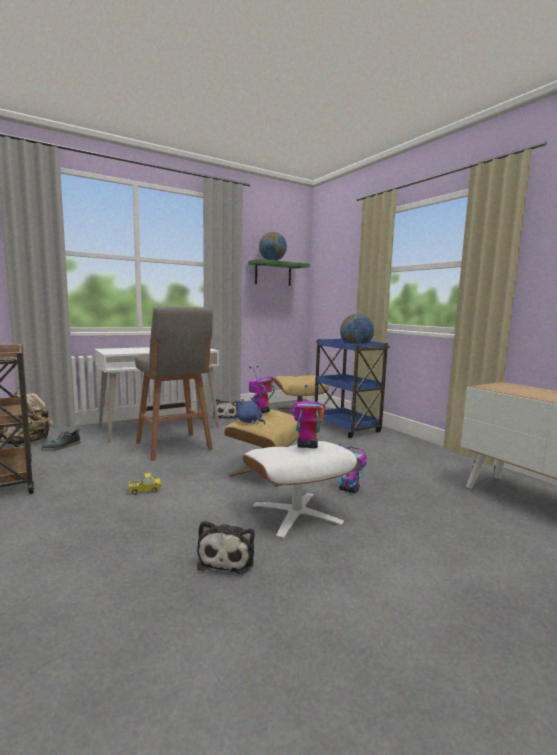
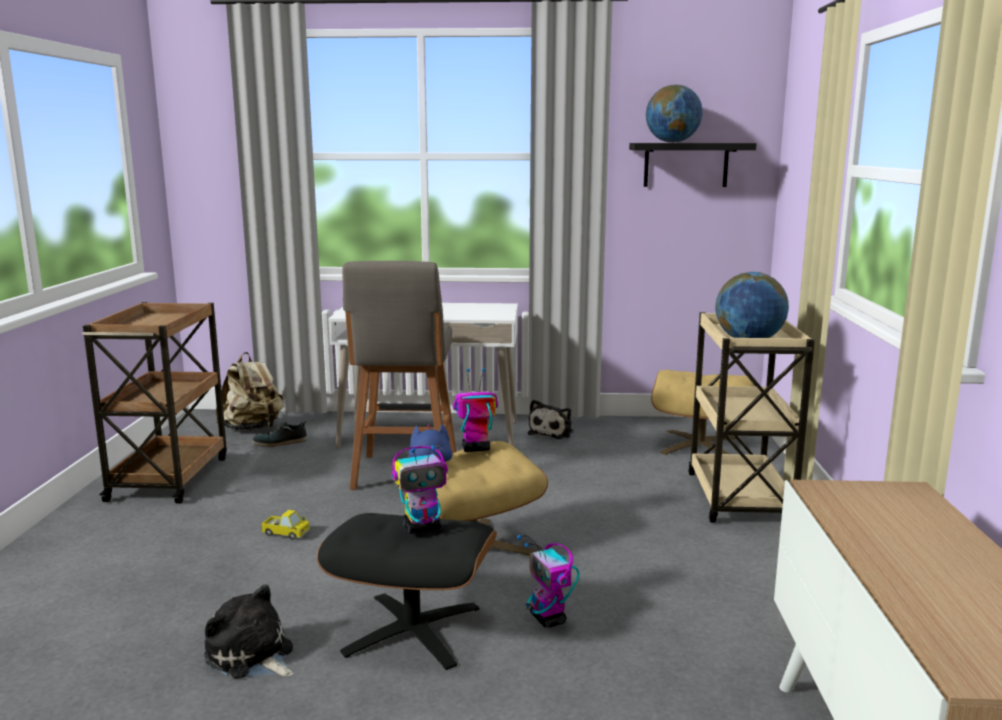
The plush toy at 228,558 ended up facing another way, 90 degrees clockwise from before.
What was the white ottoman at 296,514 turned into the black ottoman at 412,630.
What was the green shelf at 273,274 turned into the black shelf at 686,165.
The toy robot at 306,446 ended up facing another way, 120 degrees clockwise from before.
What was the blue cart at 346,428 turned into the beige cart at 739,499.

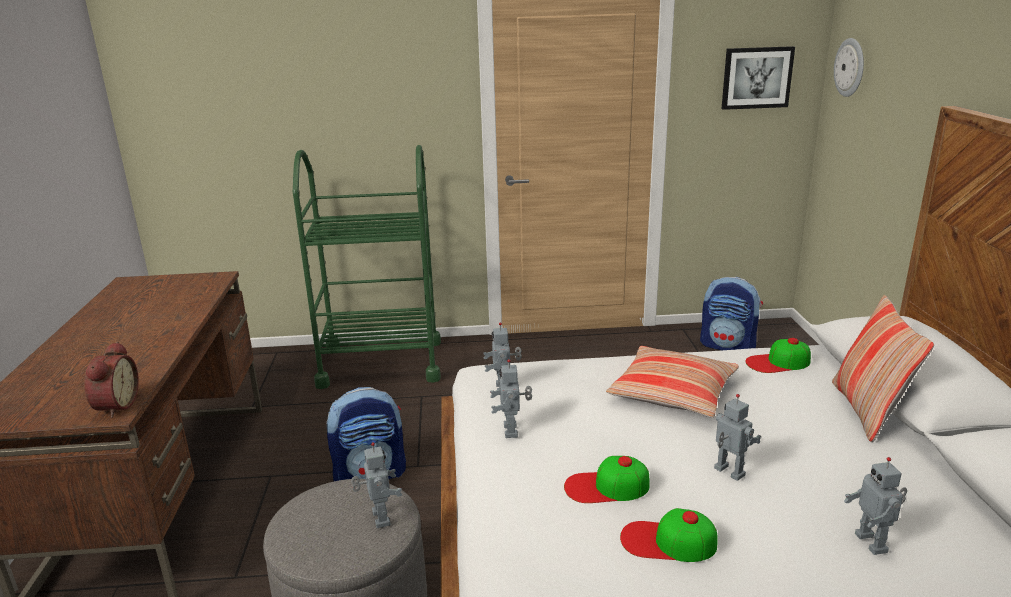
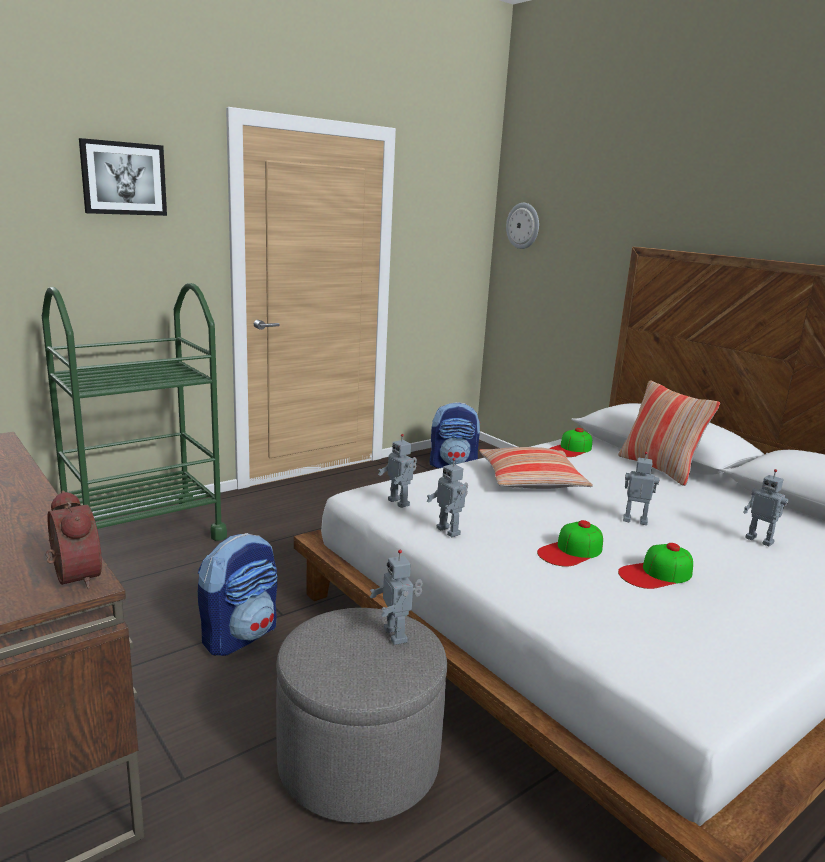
The toy robot at 379,518 ended up facing another way, 150 degrees counterclockwise from before.
The picture ended up elsewhere, having gone from 756,77 to 123,178.

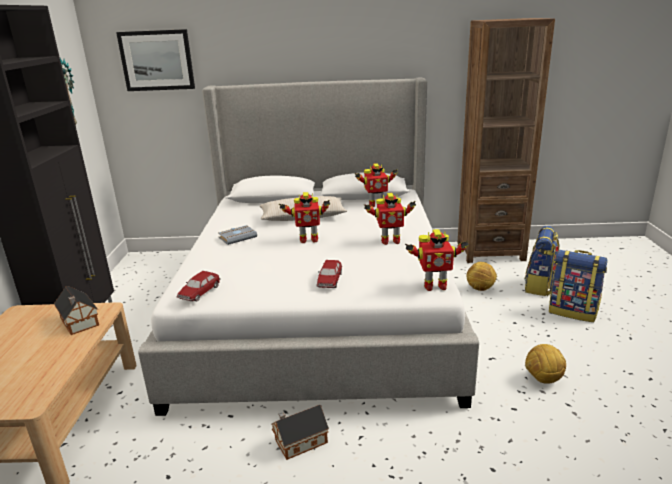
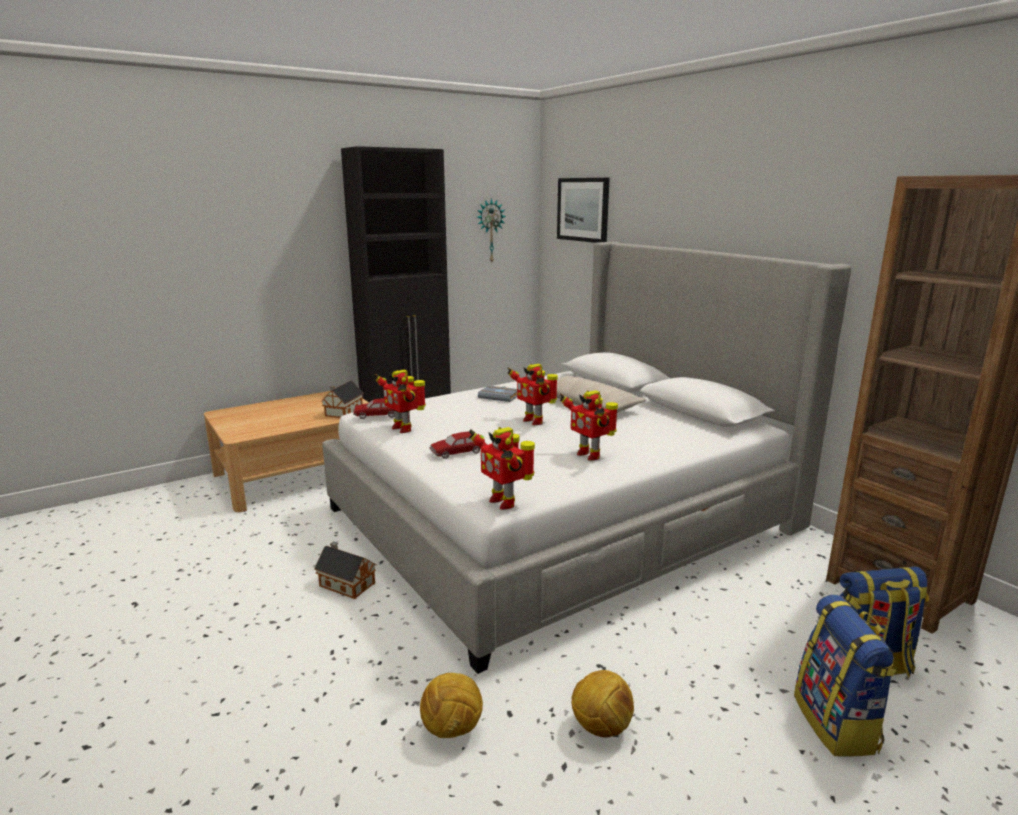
The toy robot ended up elsewhere, having gone from 376,205 to 403,428.
The football ended up elsewhere, having gone from 480,288 to 452,729.

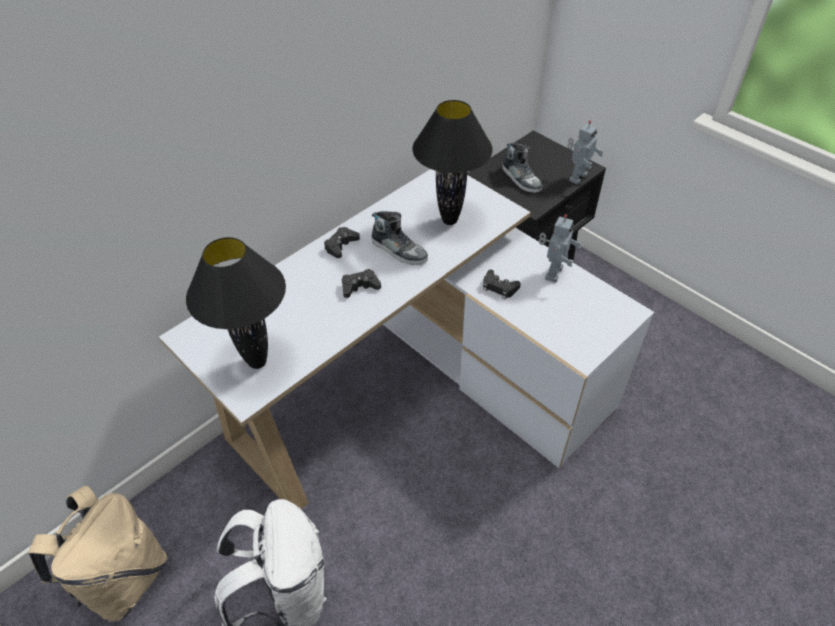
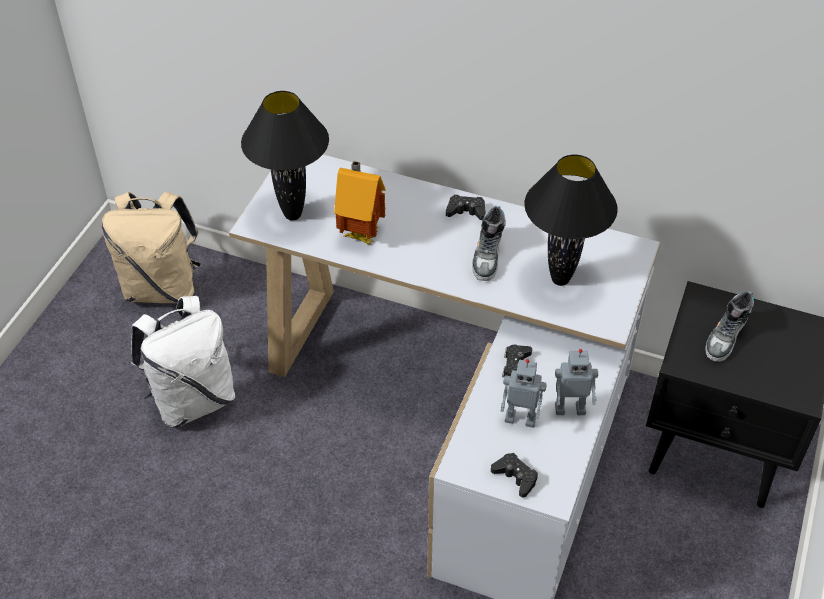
The black game controller ended up elsewhere, having gone from 360,287 to 515,477.
The toy robot ended up elsewhere, having gone from 577,177 to 520,418.
The second view gained the toy house at 361,234.

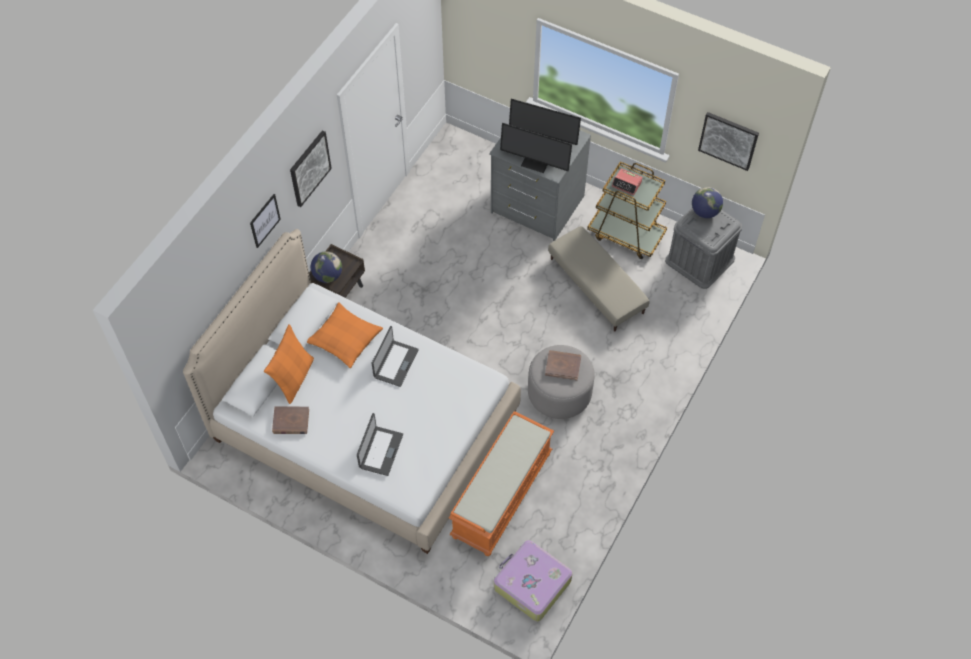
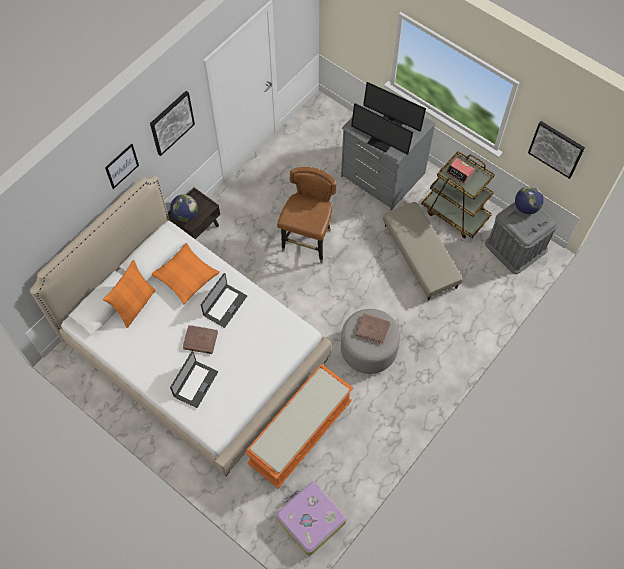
The brown book ended up elsewhere, having gone from 291,422 to 200,340.
The second view gained the brown chair at 308,242.

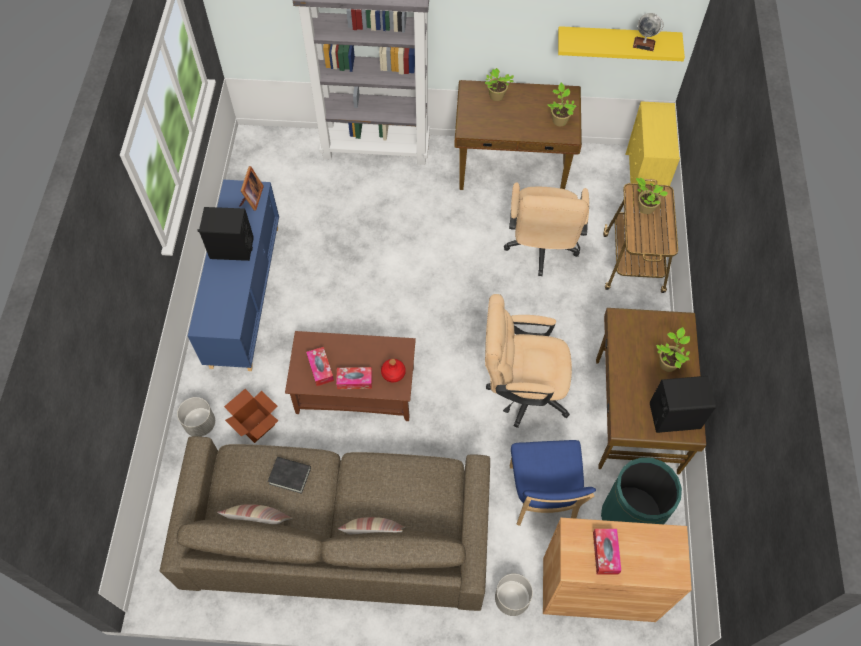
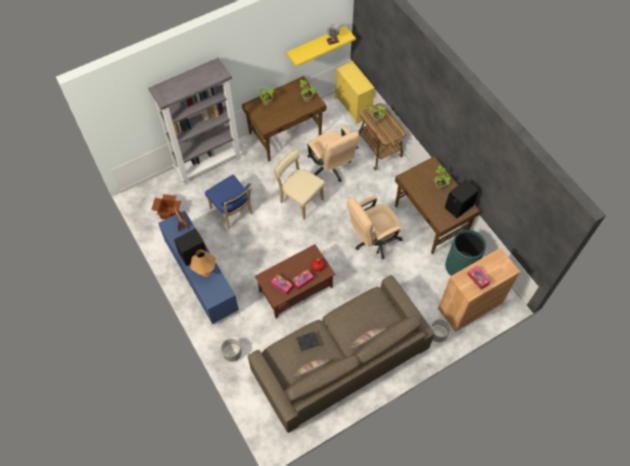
The cardboard box ended up elsewhere, having gone from 256,425 to 169,213.
The blue chair ended up elsewhere, having gone from 542,498 to 232,212.
The second view gained the orange table lamp at 206,272.
The second view gained the beige chair at 300,200.

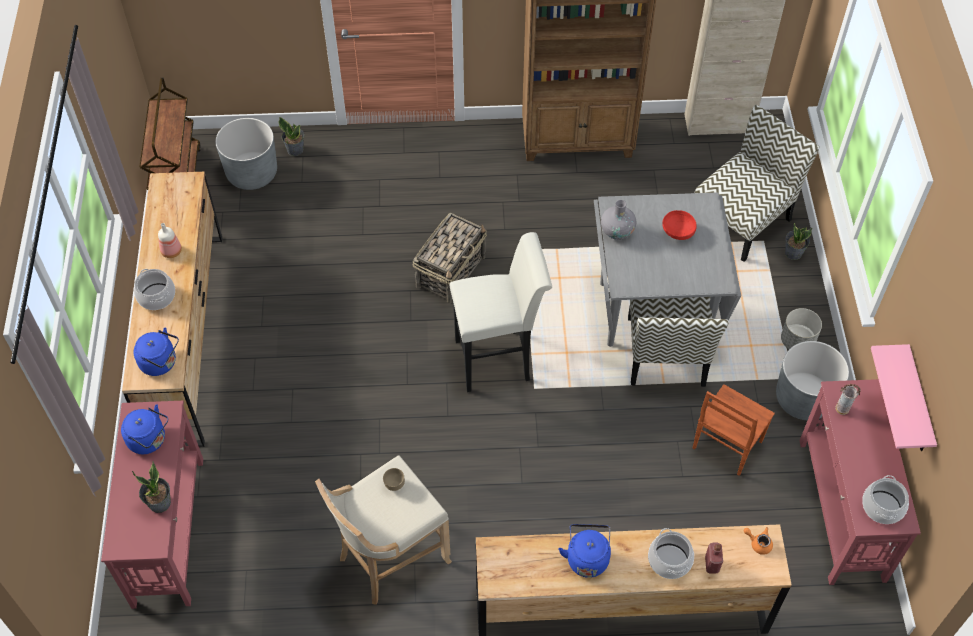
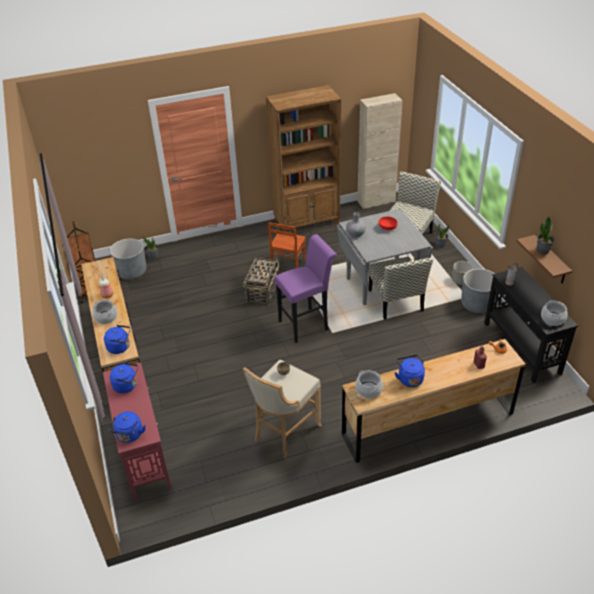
The potted plant ended up elsewhere, having gone from 160,503 to 543,250.
What was the white stool at 498,359 turned into the purple stool at 306,324.
The cooking pot ended up elsewhere, having gone from 669,560 to 368,390.
The brown chair ended up elsewhere, having gone from 725,445 to 287,264.
What was the red console table at 841,510 turned into the black console table at 521,348.
What was the pink shelf at 917,403 turned into the brown shelf at 550,261.
The second view gained the blue kettle at 129,436.

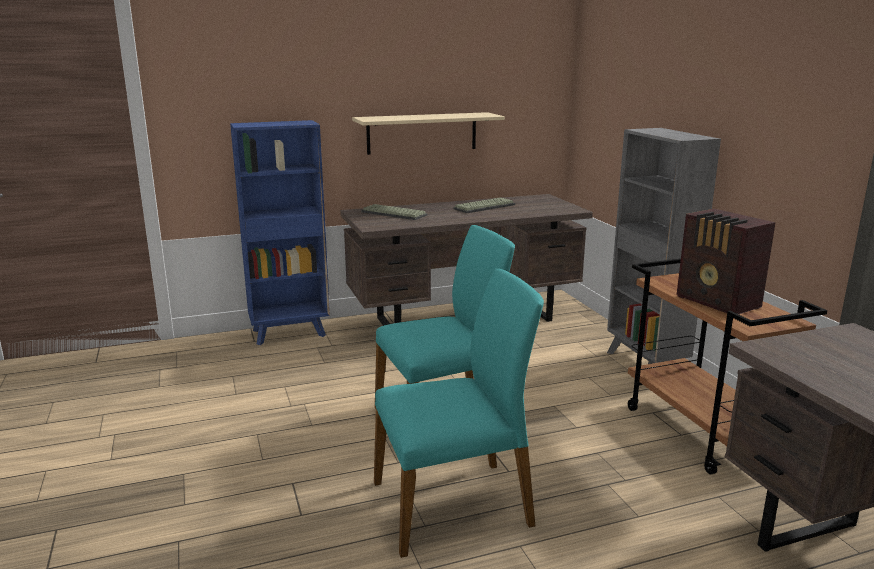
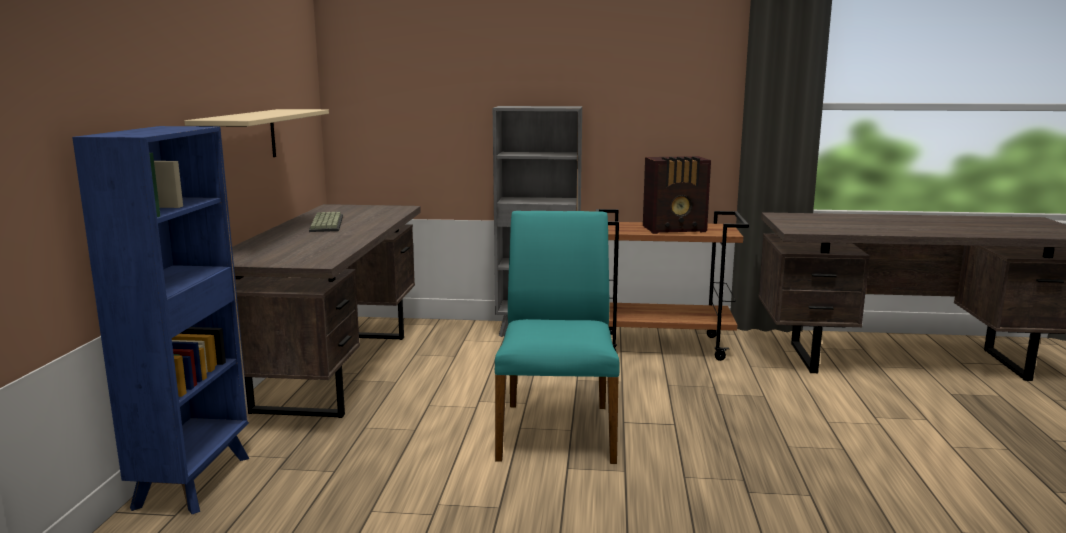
The second view lost the keyboard at 392,214.
The second view lost the turquoise chair at 453,504.

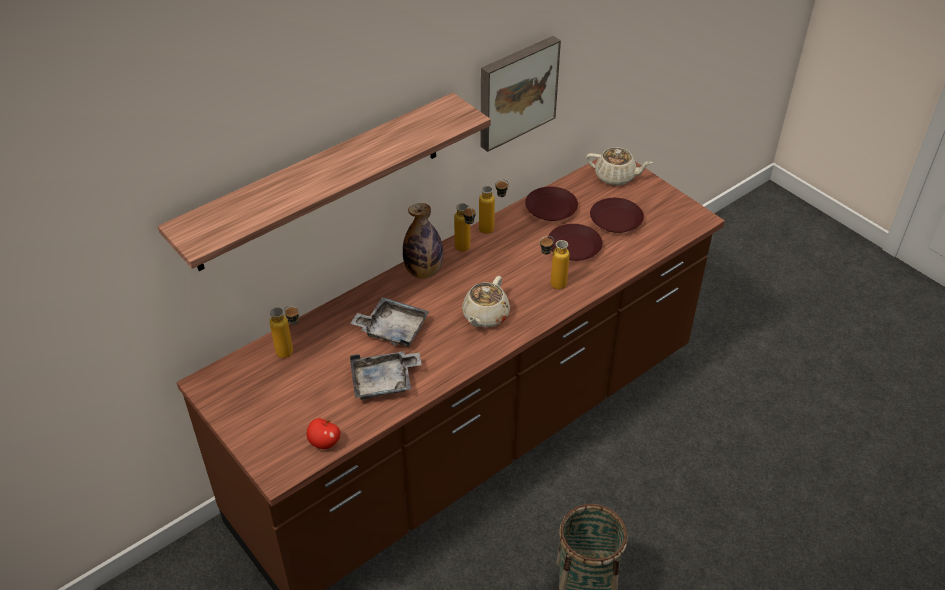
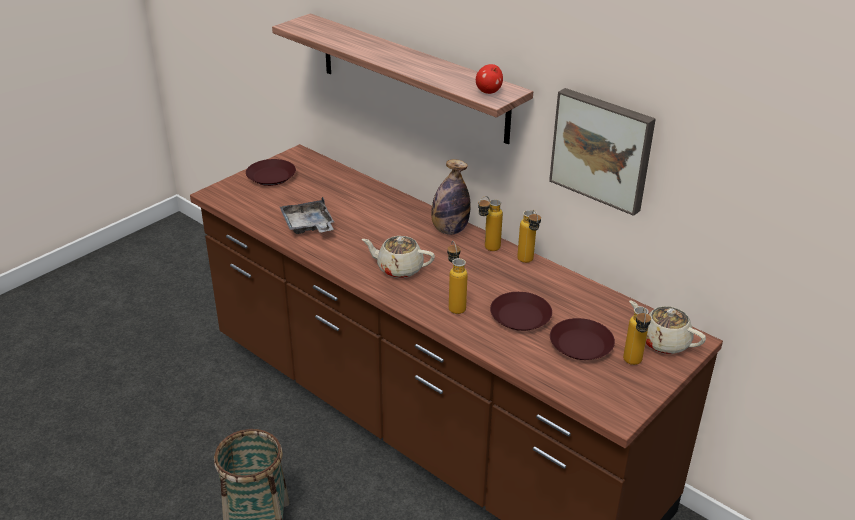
The bottle ended up elsewhere, having gone from 291,354 to 633,365.
The apple ended up elsewhere, having gone from 324,442 to 488,91.
The second view lost the grey tray at 392,329.
The brown plate ended up elsewhere, having gone from 551,208 to 271,177.
The beige teapot at 616,177 ended up facing another way, 120 degrees clockwise from before.

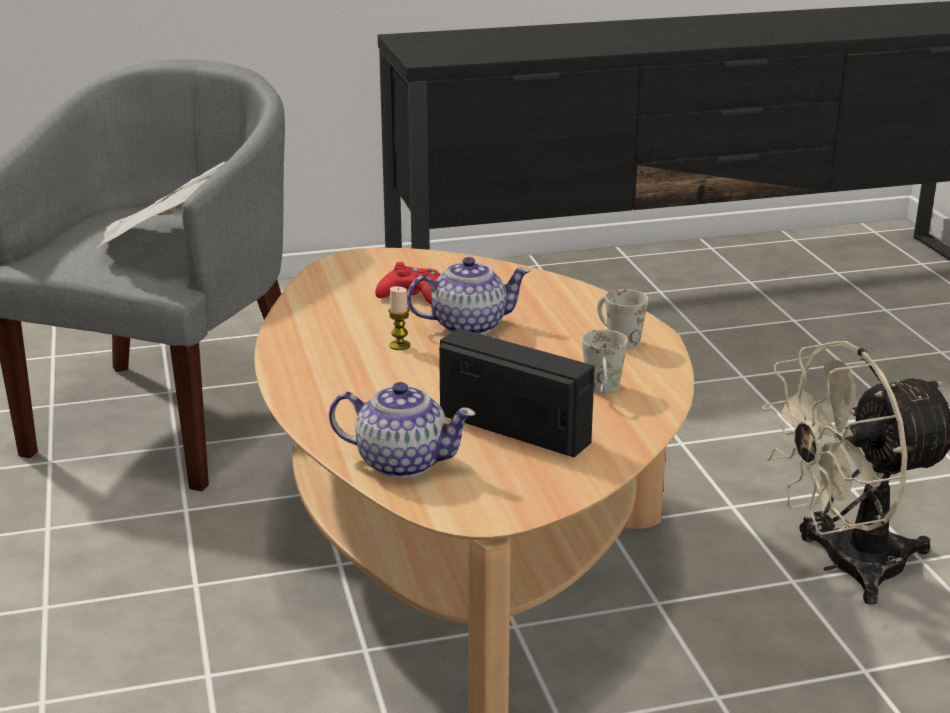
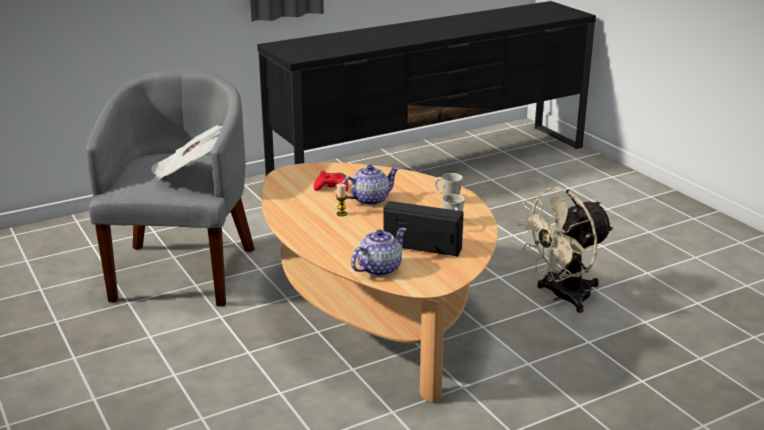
The teapot at 401,462 ended up facing another way, 45 degrees counterclockwise from before.

